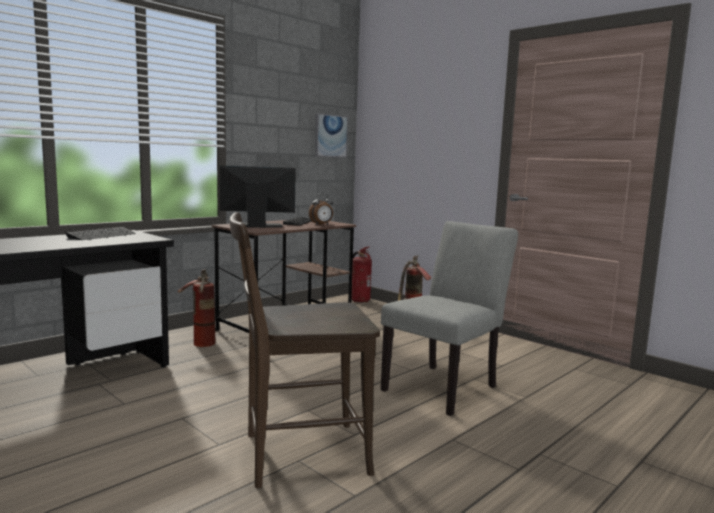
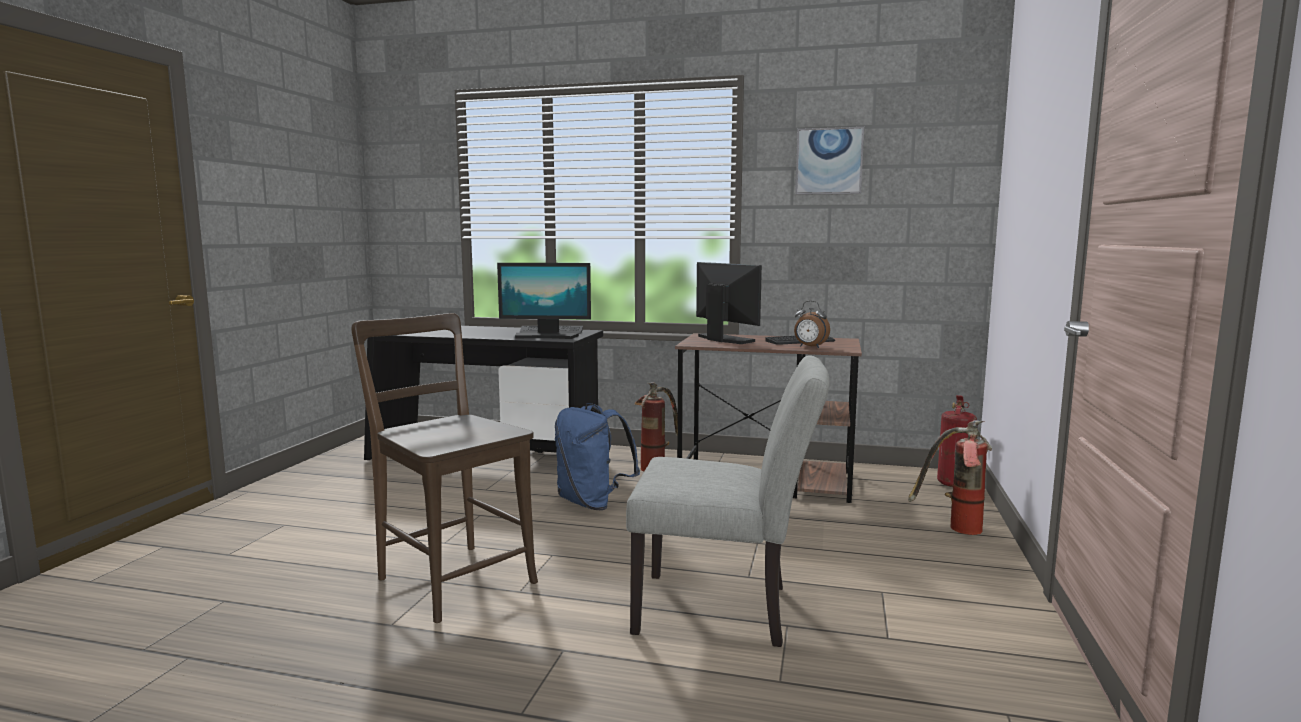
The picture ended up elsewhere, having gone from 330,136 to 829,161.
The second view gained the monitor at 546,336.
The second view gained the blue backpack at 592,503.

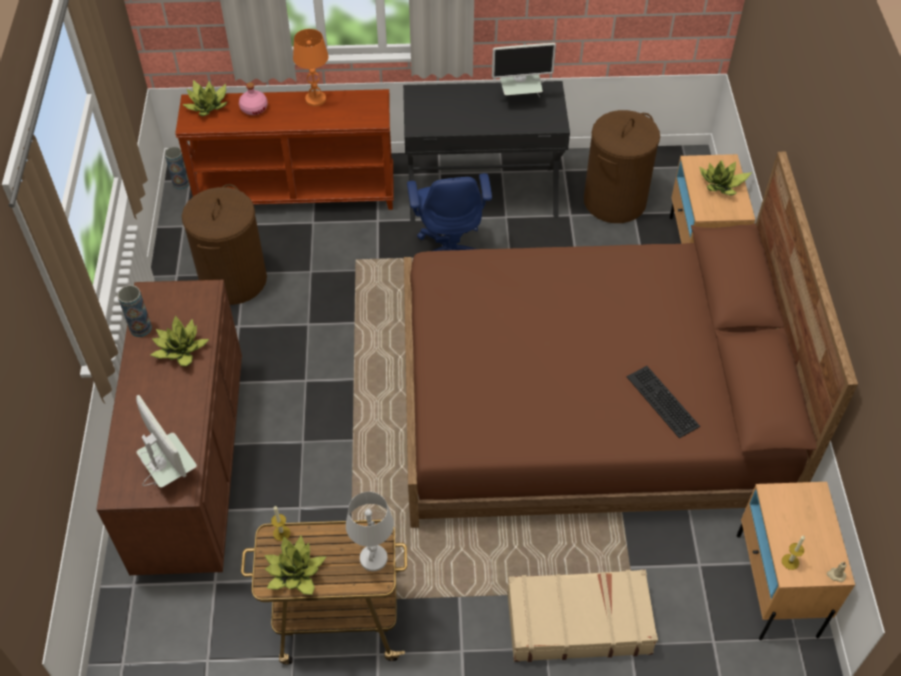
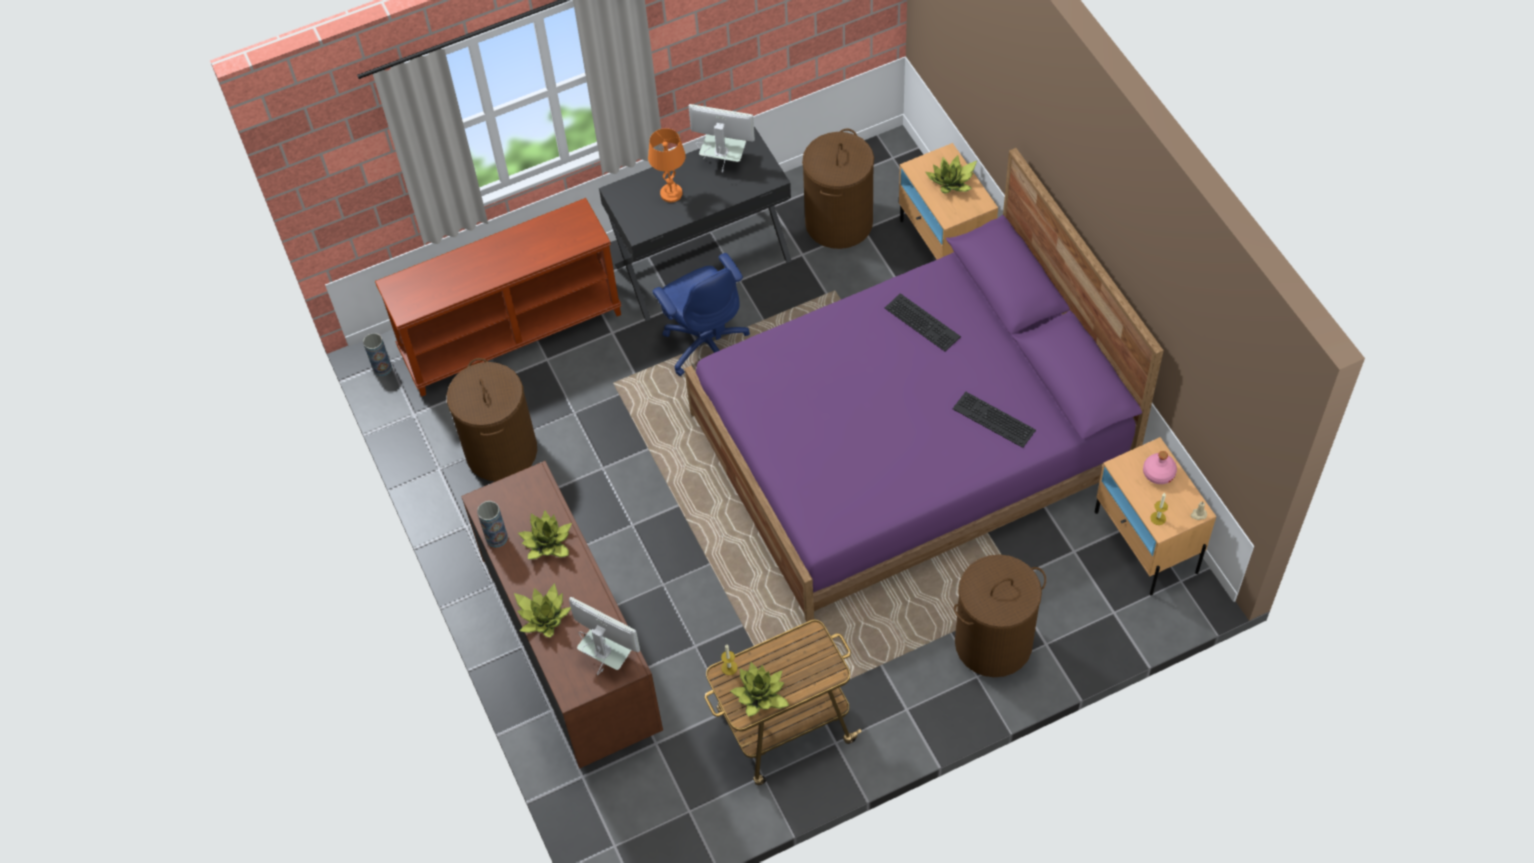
The potted plant ended up elsewhere, having gone from 208,105 to 543,616.
The pink bottle ended up elsewhere, having gone from 254,108 to 1158,473.
The orange table lamp ended up elsewhere, having gone from 316,99 to 671,193.
The second view lost the white table lamp at 373,558.
What was the brown bed at 588,405 turned into the purple bed at 911,443.
The monitor at 520,98 ended up facing another way, 135 degrees counterclockwise from before.
Where the beige suitcase stood at 578,621, the brown laundry basket came to stand at 993,643.
The second view gained the keyboard at 924,322.

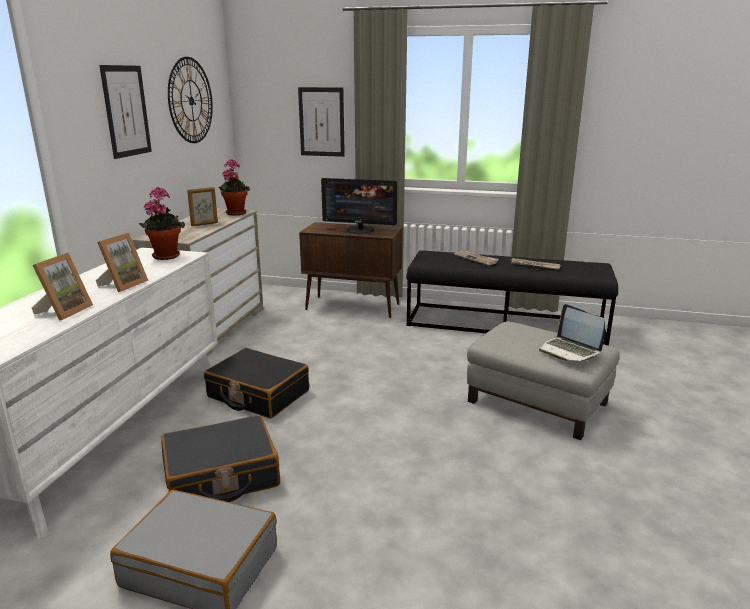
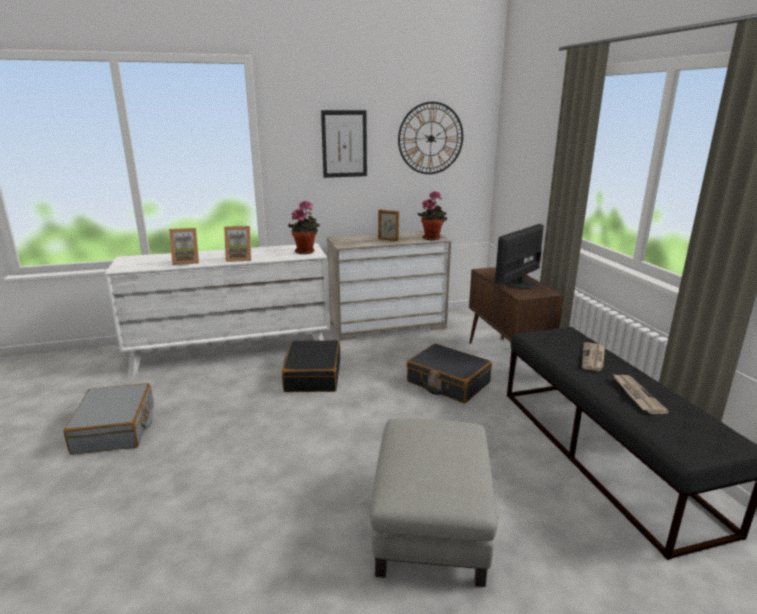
The black suitcase ended up elsewhere, having gone from 221,476 to 447,383.
The second view lost the picture at 321,122.
The monitor at 360,230 ended up facing another way, 60 degrees clockwise from before.
The second view lost the laptop at 569,351.

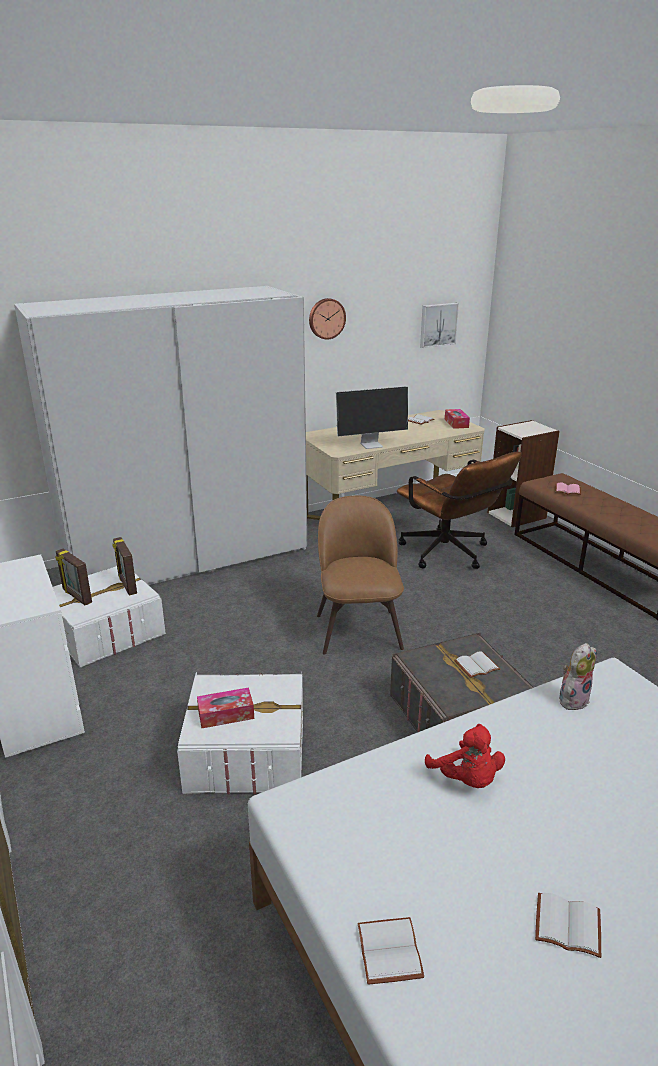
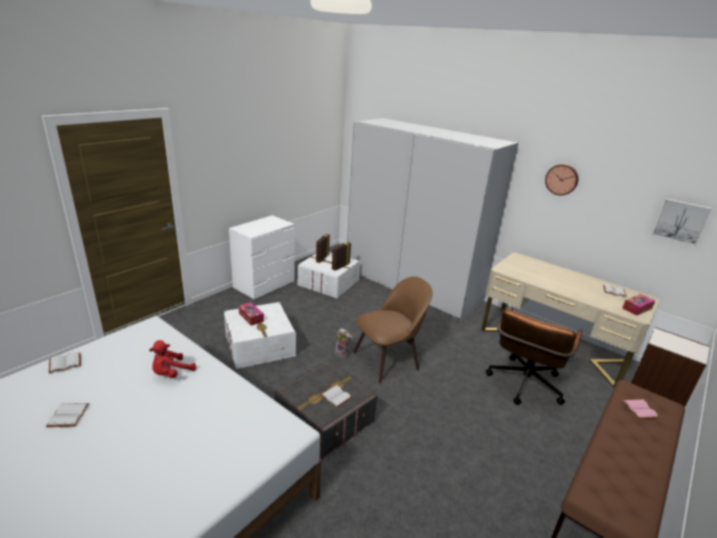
The second view lost the monitor at 372,444.
The plush toy ended up elsewhere, having gone from 572,699 to 343,353.

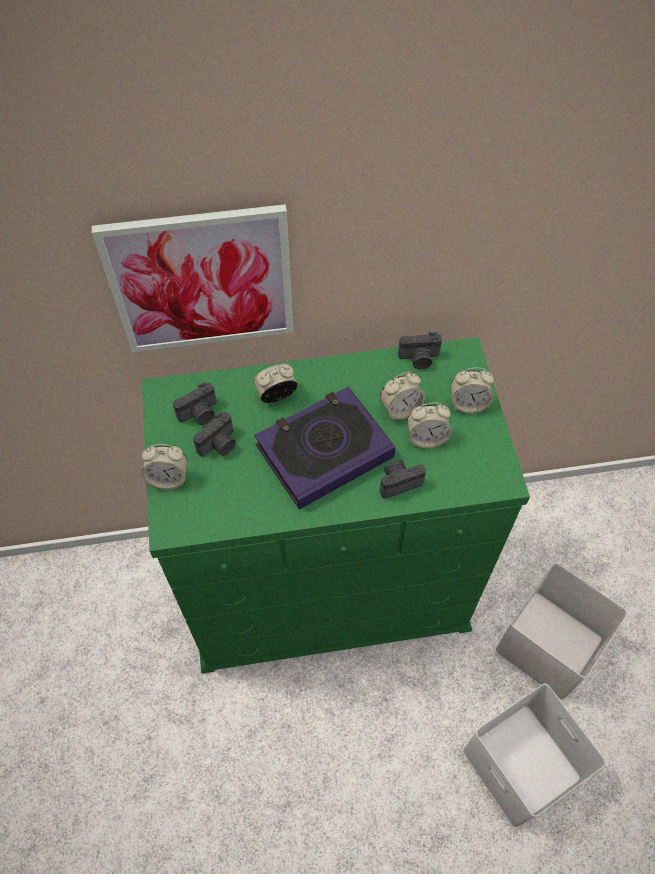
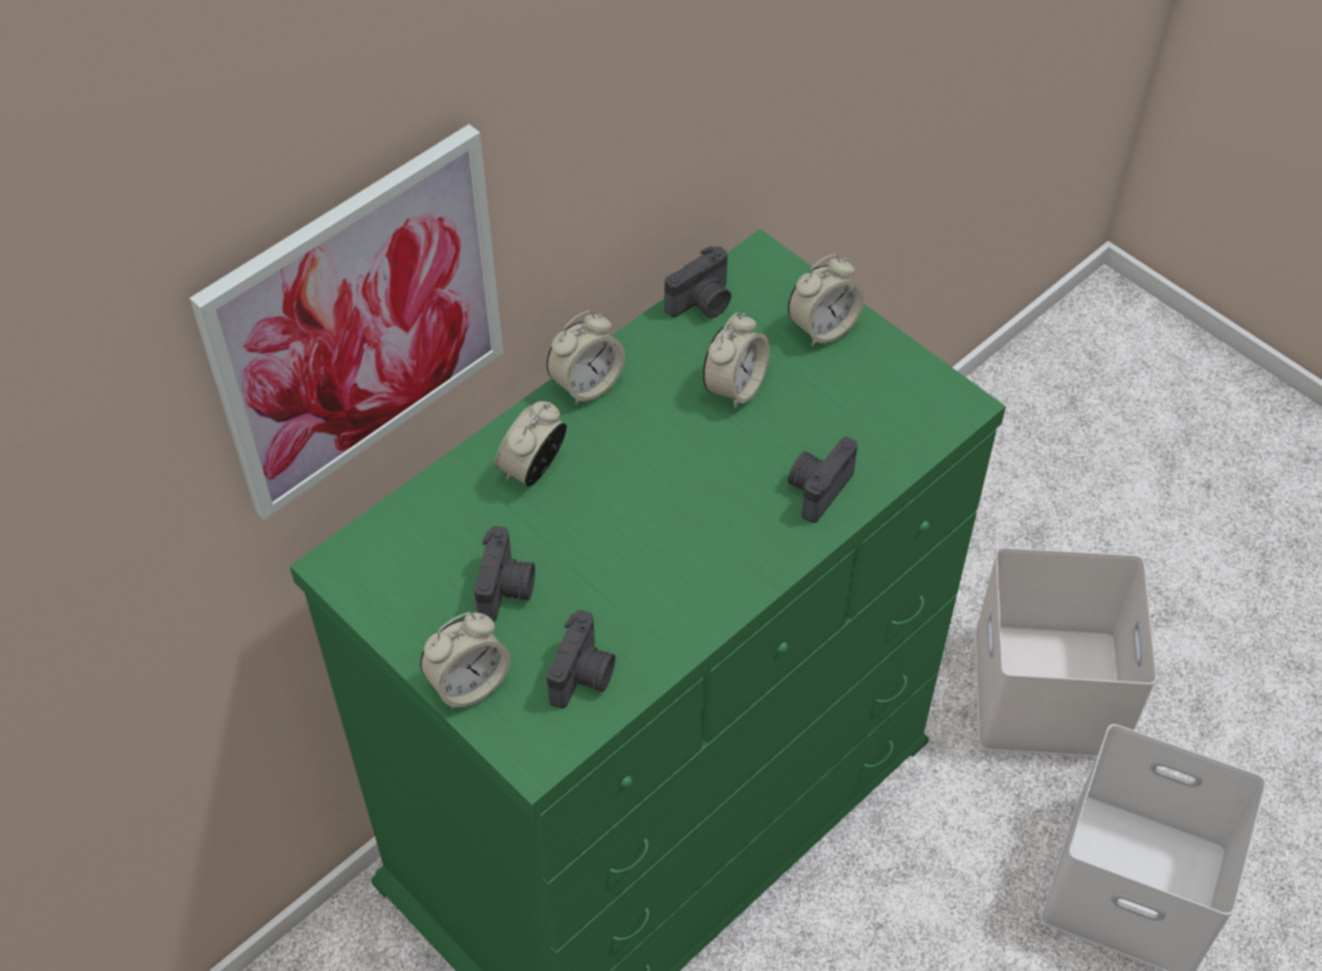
The photo camera ended up elsewhere, having gone from 200,414 to 584,676.
The second view lost the book at 324,451.
The alarm clock ended up elsewhere, having gone from 426,438 to 586,385.

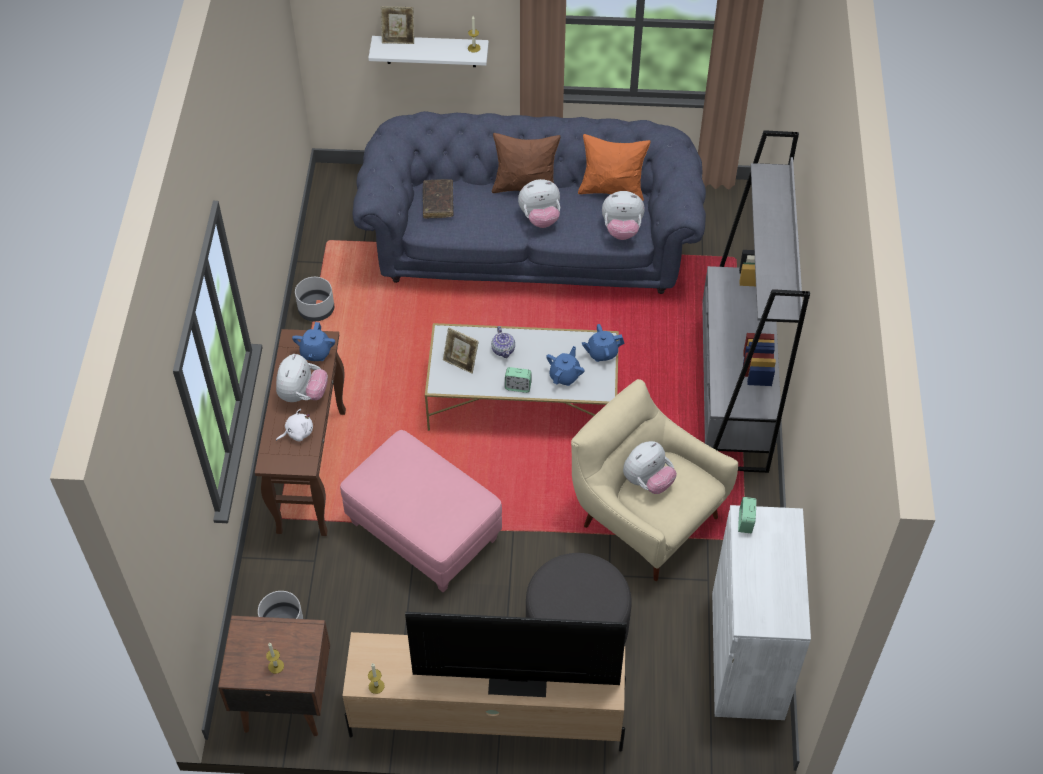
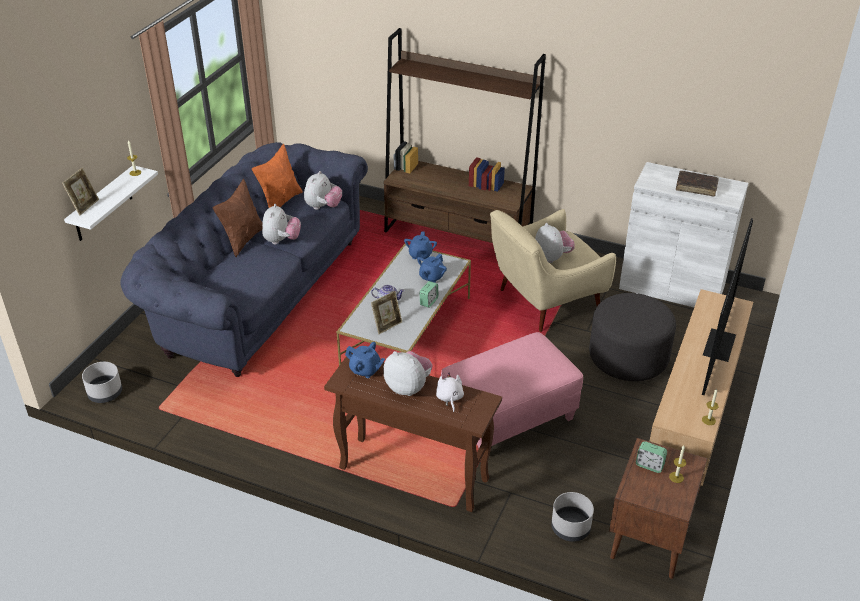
The grey planter ended up elsewhere, having gone from 316,309 to 105,393.
The brown book ended up elsewhere, having gone from 438,202 to 696,187.
The blue teapot at 565,376 ended up facing another way, 105 degrees counterclockwise from before.
What was the grey bookcase at 734,392 turned into the brown bookcase at 457,237.
The alarm clock ended up elsewhere, having gone from 745,522 to 649,465.

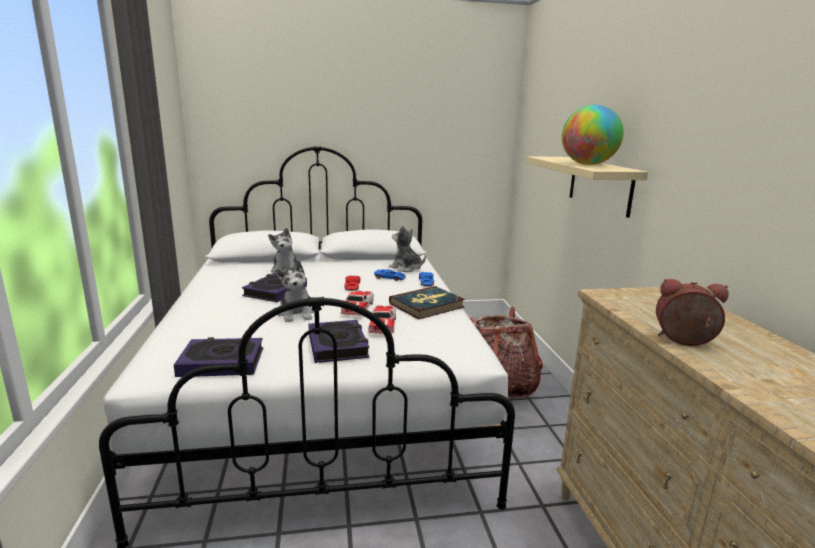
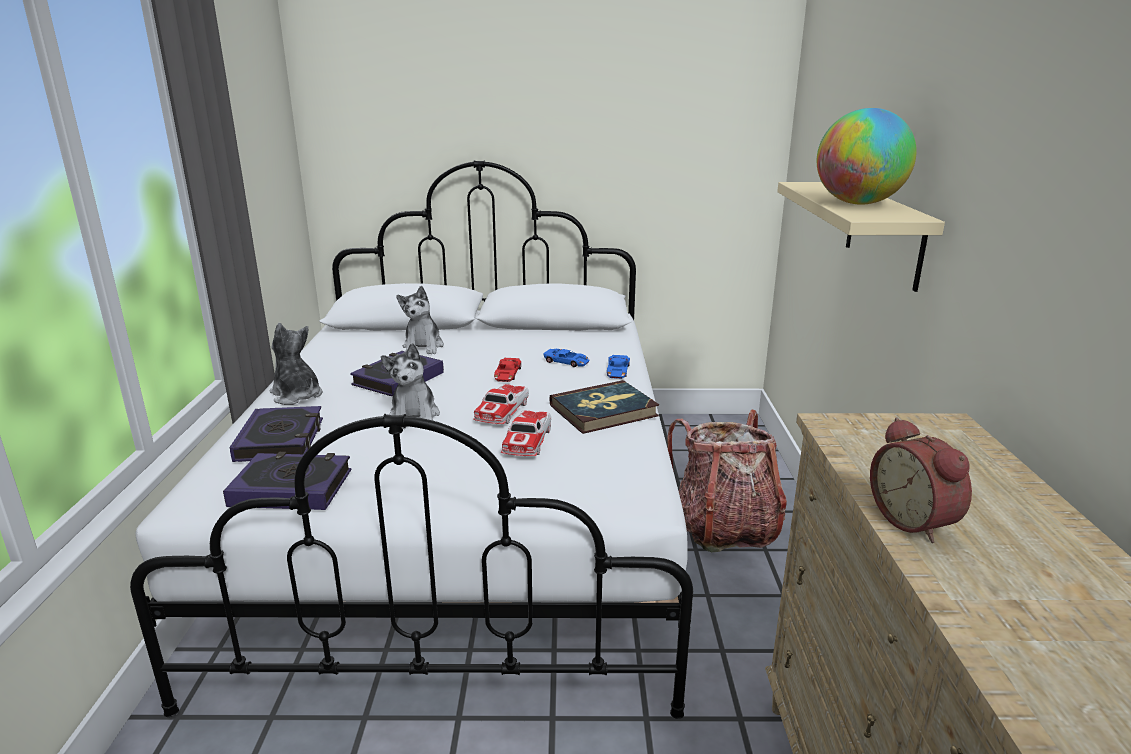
The book ended up elsewhere, having gone from 338,346 to 281,440.
The plush toy ended up elsewhere, having gone from 406,268 to 297,396.
The alarm clock at 684,341 ended up facing another way, 135 degrees counterclockwise from before.

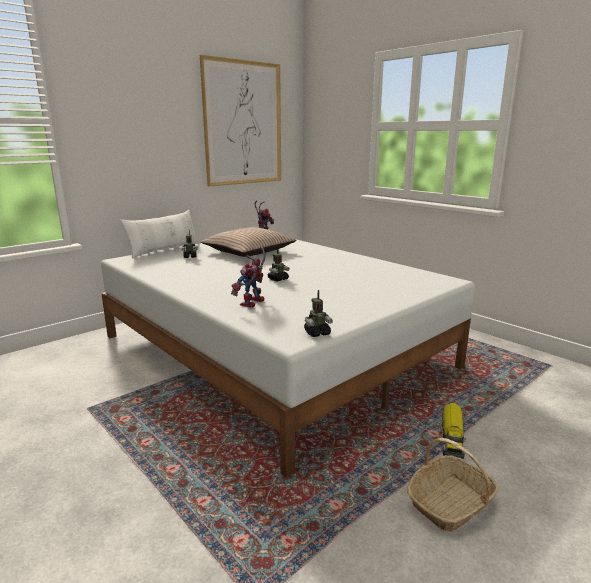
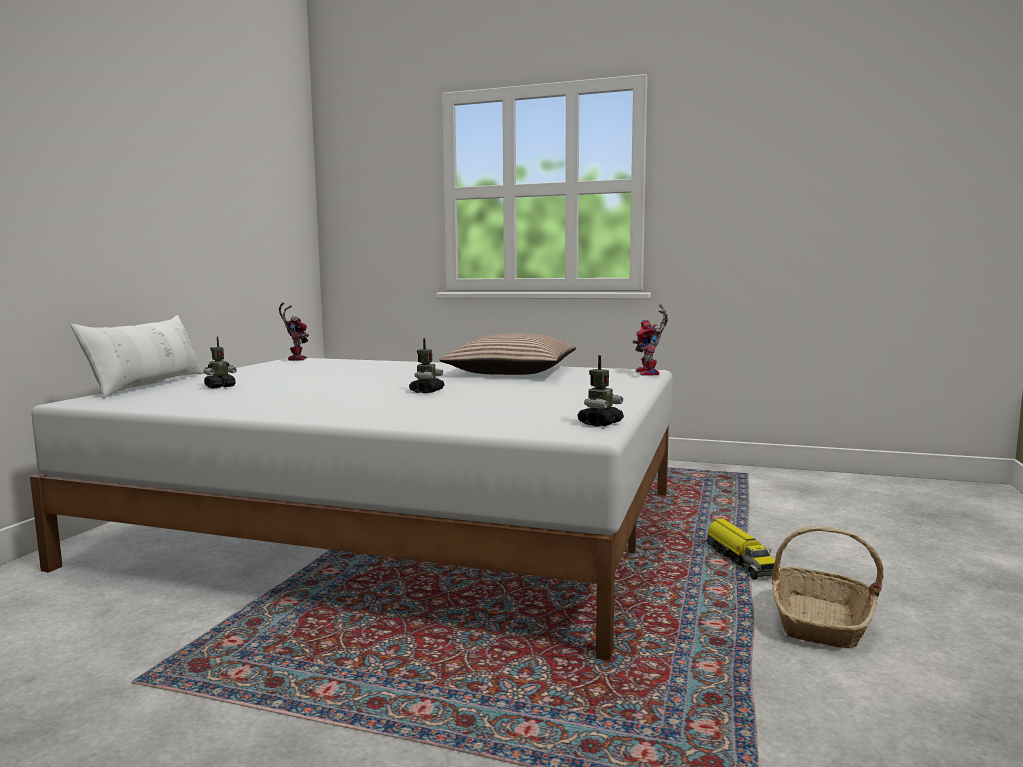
The second view lost the picture at 243,124.
The pillow ended up elsewhere, having gone from 248,252 to 511,371.
The toy robot ended up elsewhere, having gone from 252,304 to 650,373.

